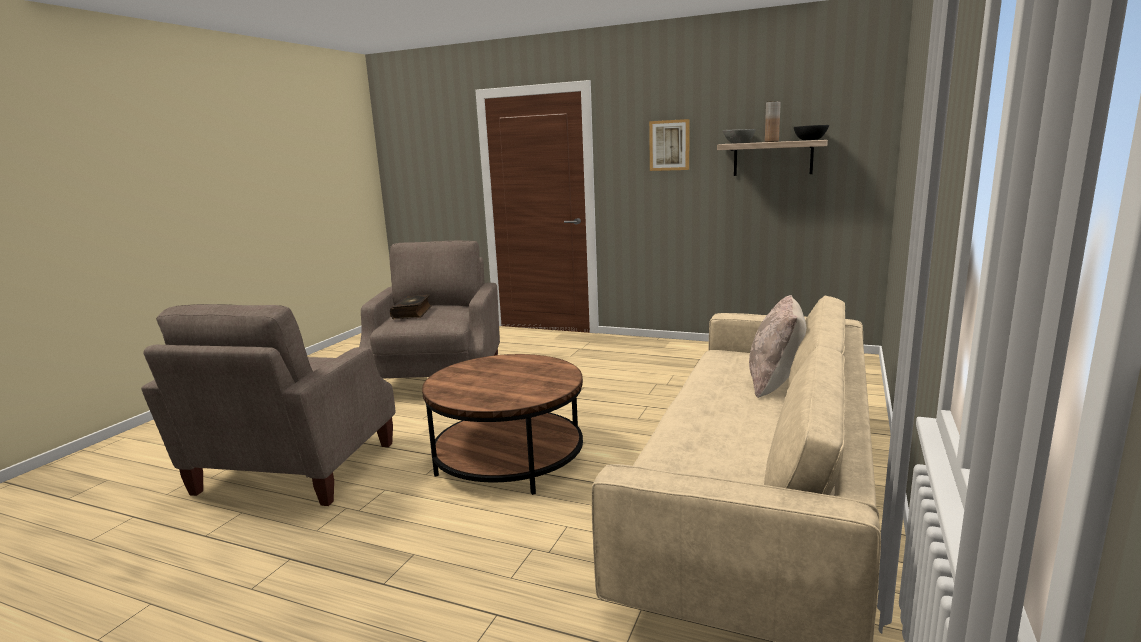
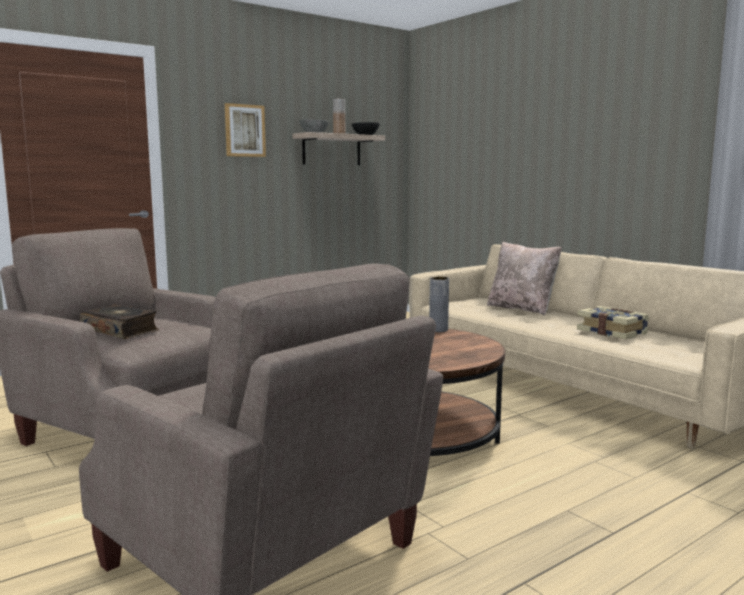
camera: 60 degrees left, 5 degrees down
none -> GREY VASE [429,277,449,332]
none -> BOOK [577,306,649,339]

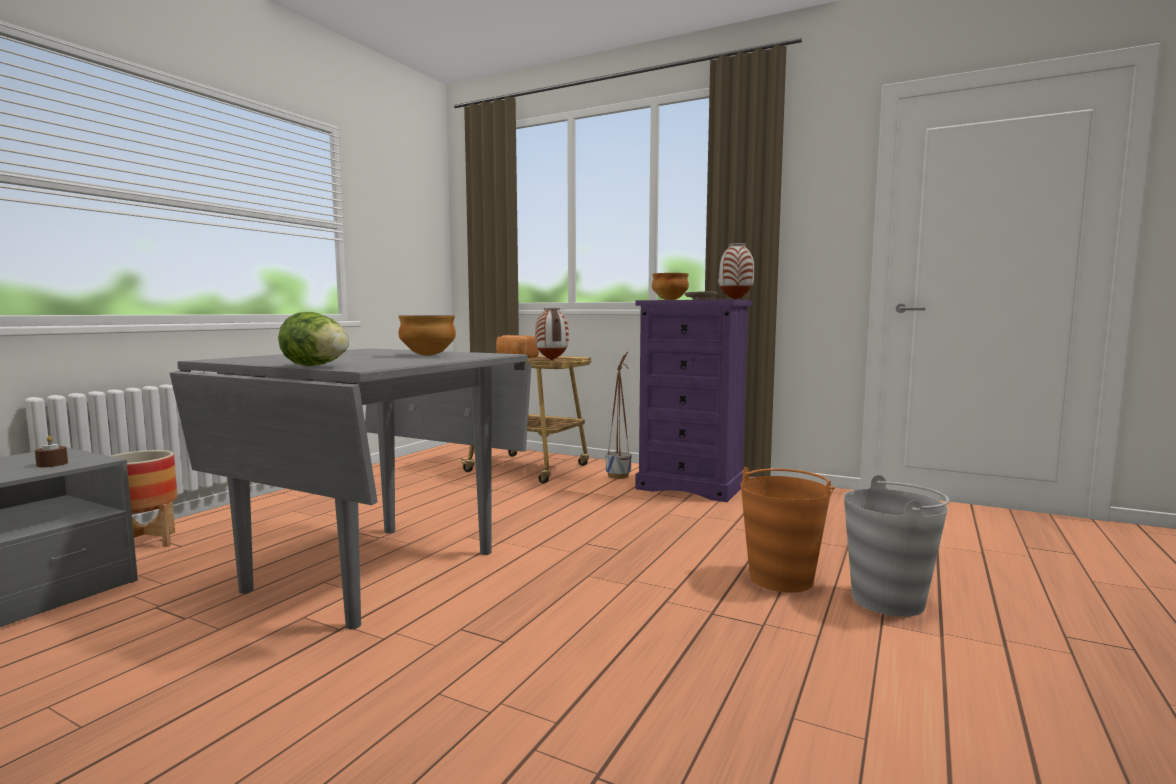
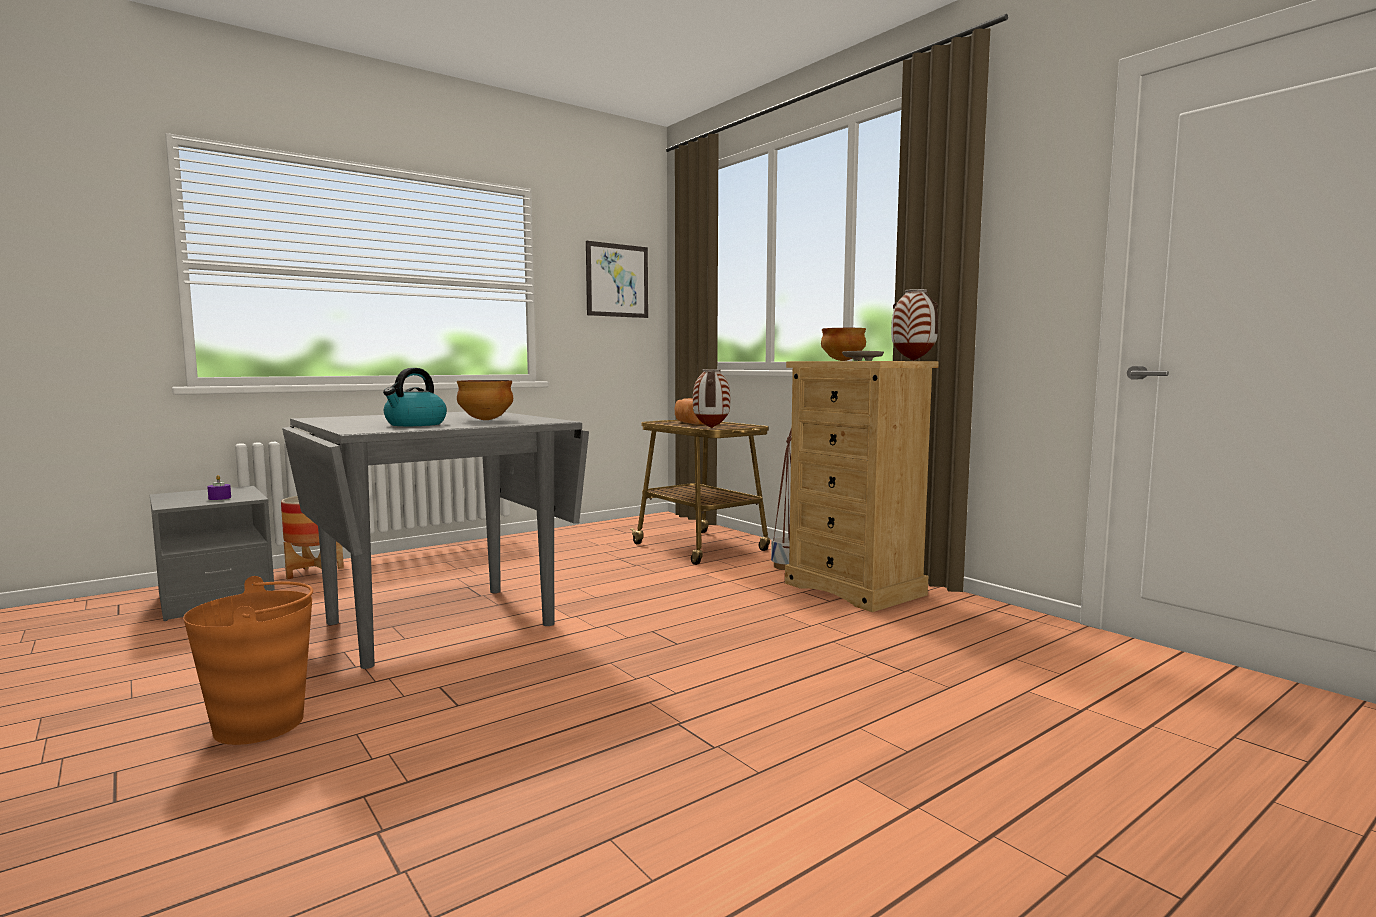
camera: 25 degrees right, 0 degrees up
ORANGE BUCKET [741,467,835,593] -> ORANGE BUCKET [183,576,313,745], moved
BROWN CANDLE [35,436,68,467] -> PURPLE CANDLE [207,475,231,500]
none -> KETTLE [383,368,447,426]
none -> PICTURE [586,241,648,318]
PURPLE DRESSER [635,299,752,502] -> BEIGE DRESSER [785,361,939,612]
LETTUCE [278,312,349,366] -> none
GREY BUCKET [844,475,949,617] -> none

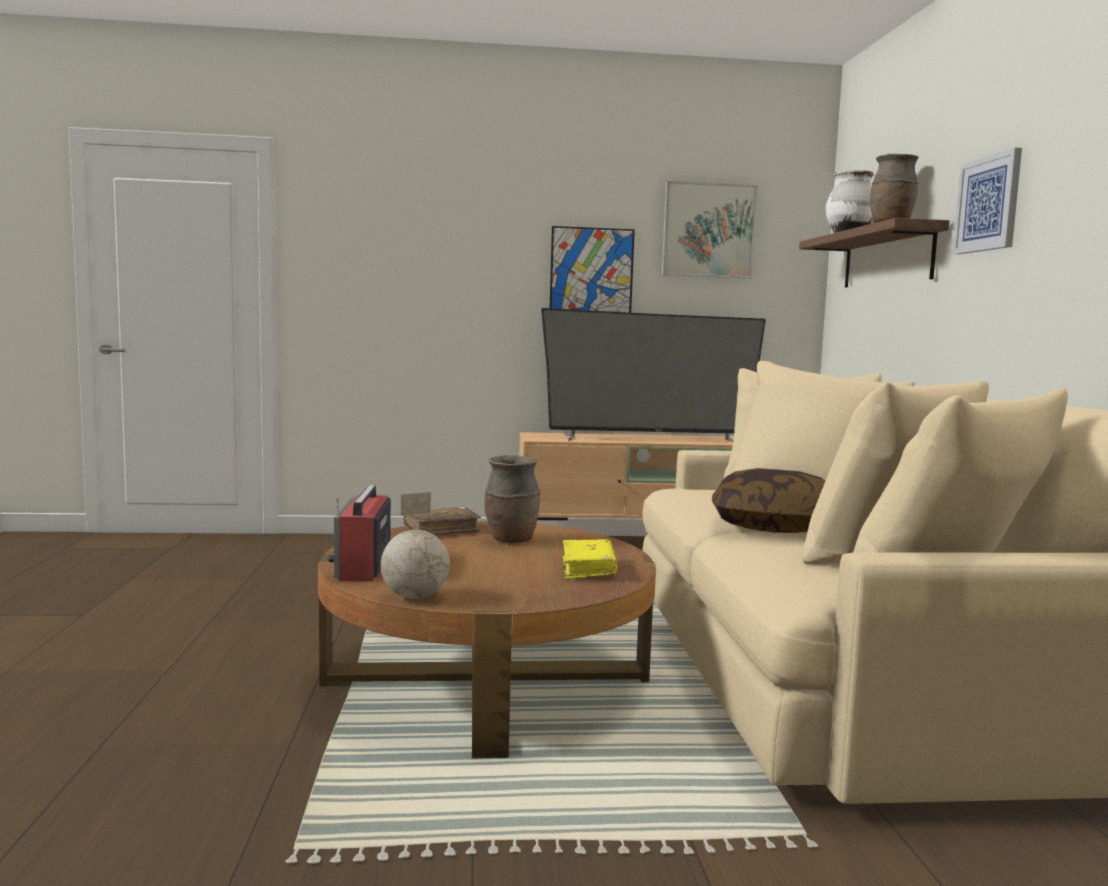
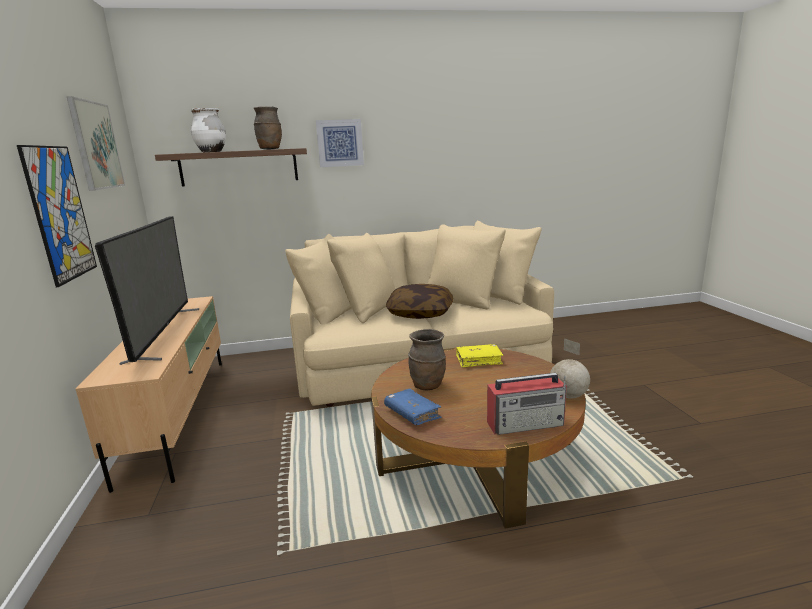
camera: 95 degrees left, 10 degrees up
BROWN BOOK [403,507,481,536] -> BLUE BOOK [384,389,441,425]

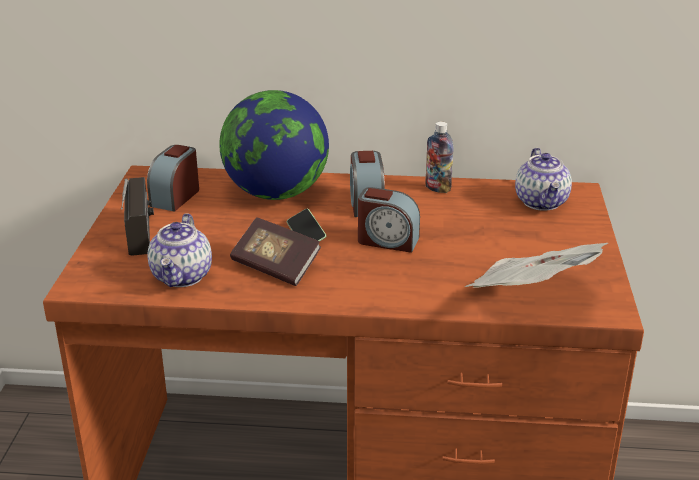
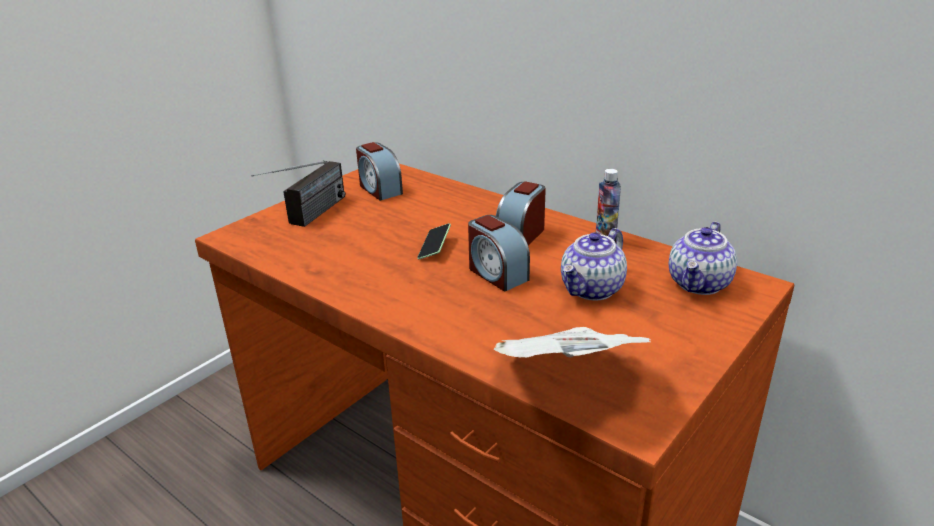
camera: 35 degrees right, 0 degrees up
ALARM CLOCK [147,145,199,212] -> ALARM CLOCK [356,142,403,201], 90 degrees counterclockwise
TEAPOT [147,213,212,287] -> TEAPOT [561,228,627,301], moved
GLOBE [219,90,329,200] -> none
BOOK [230,217,321,286] -> none

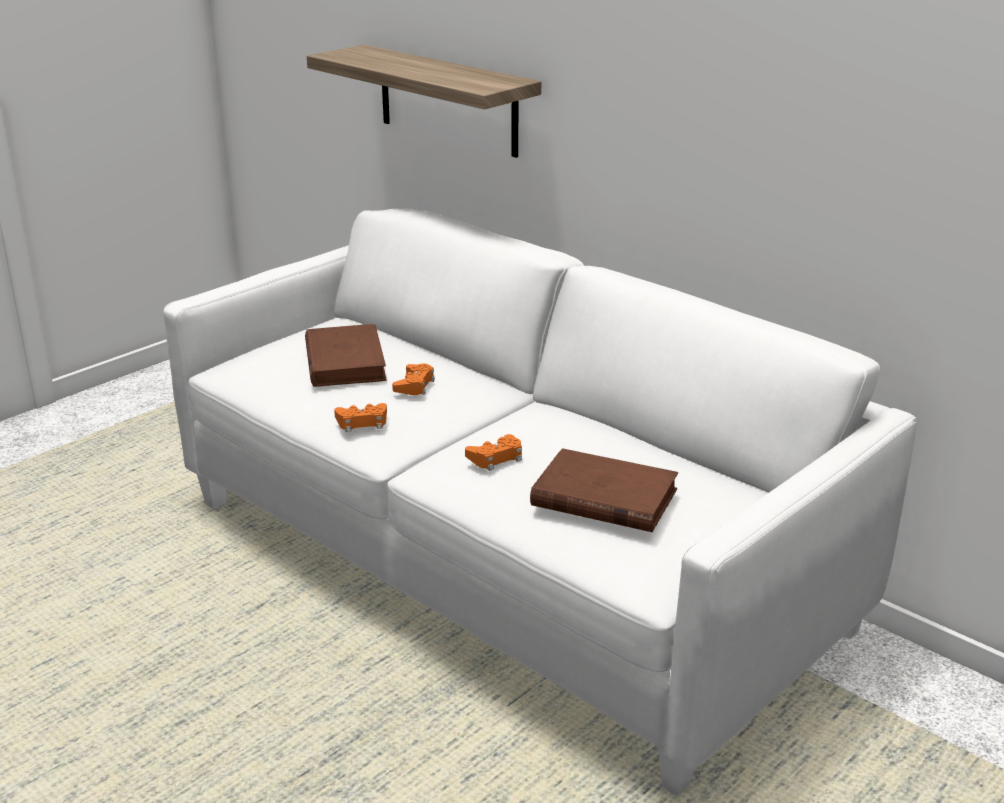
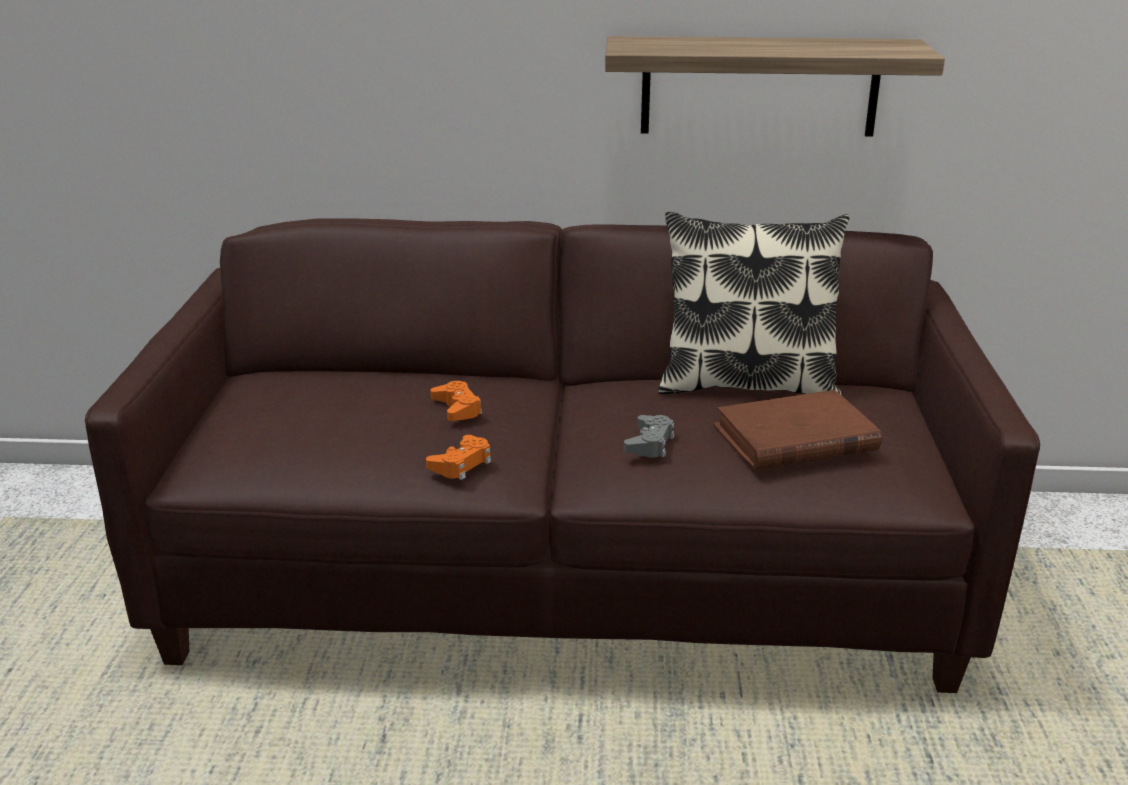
camera: 40 degrees left, 0 degrees up
WHITE SOFA [163,208,917,797] -> BROWN SOFA [85,218,1040,693]
SHELF [307,44,541,158] -> SHELF [605,36,945,137], moved
ORANGE GAME CONTROLLER [465,434,522,471] -> GREY GAME CONTROLLER [624,415,674,458]
none -> PILLOW [658,212,850,395]
BROWN BOOK [305,324,387,387] -> none

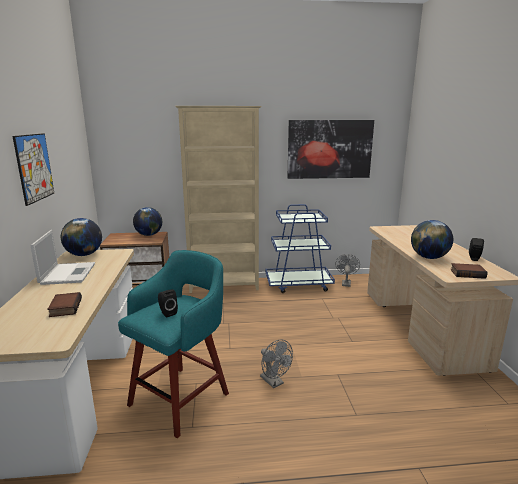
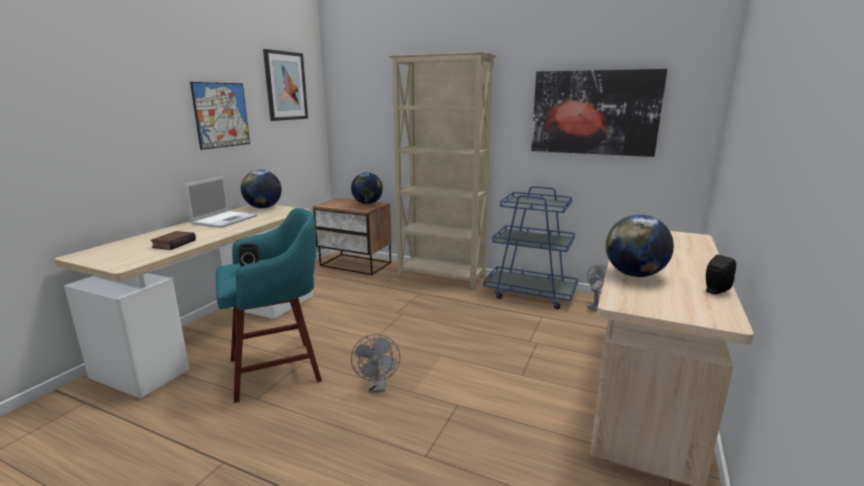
camera: 30 degrees right, 0 degrees up
none -> PICTURE [263,49,308,121]
BOOK [450,263,487,279] -> none

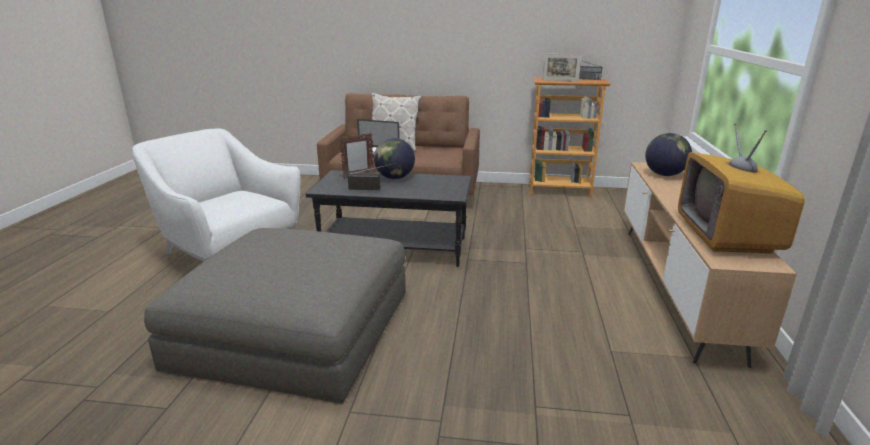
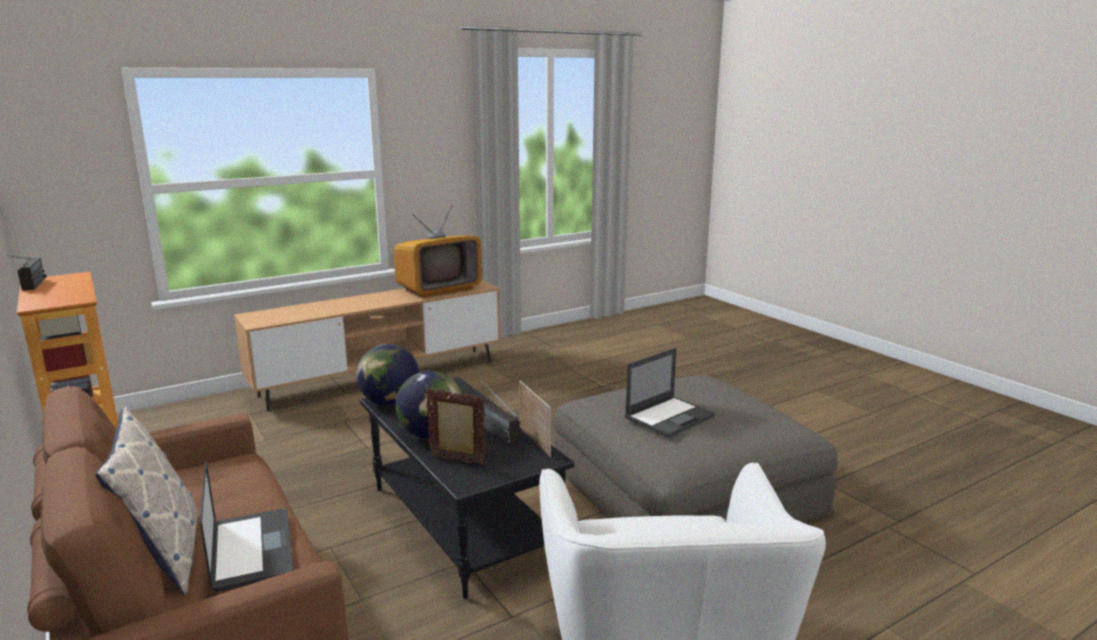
camera: 130 degrees left, 5 degrees down
GLOBE [645,133,692,176] -> GLOBE [356,344,419,406], moved
PICTURE FRAME [543,54,582,81] -> PICTURE FRAME [519,381,551,457], moved
none -> LAPTOP [625,348,715,438]

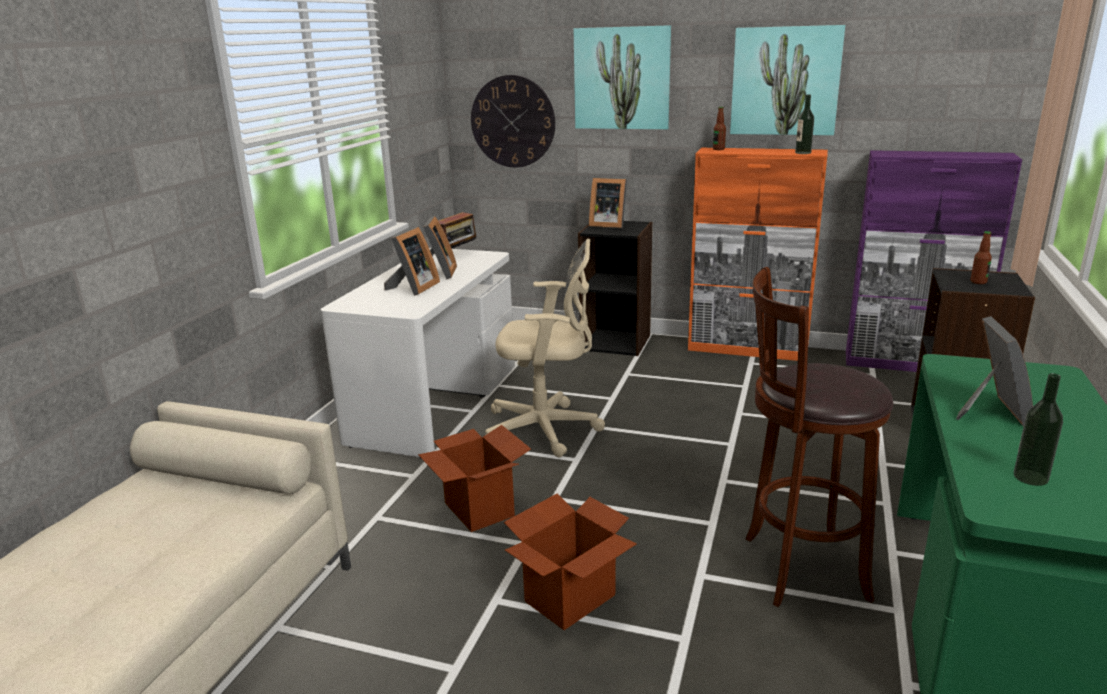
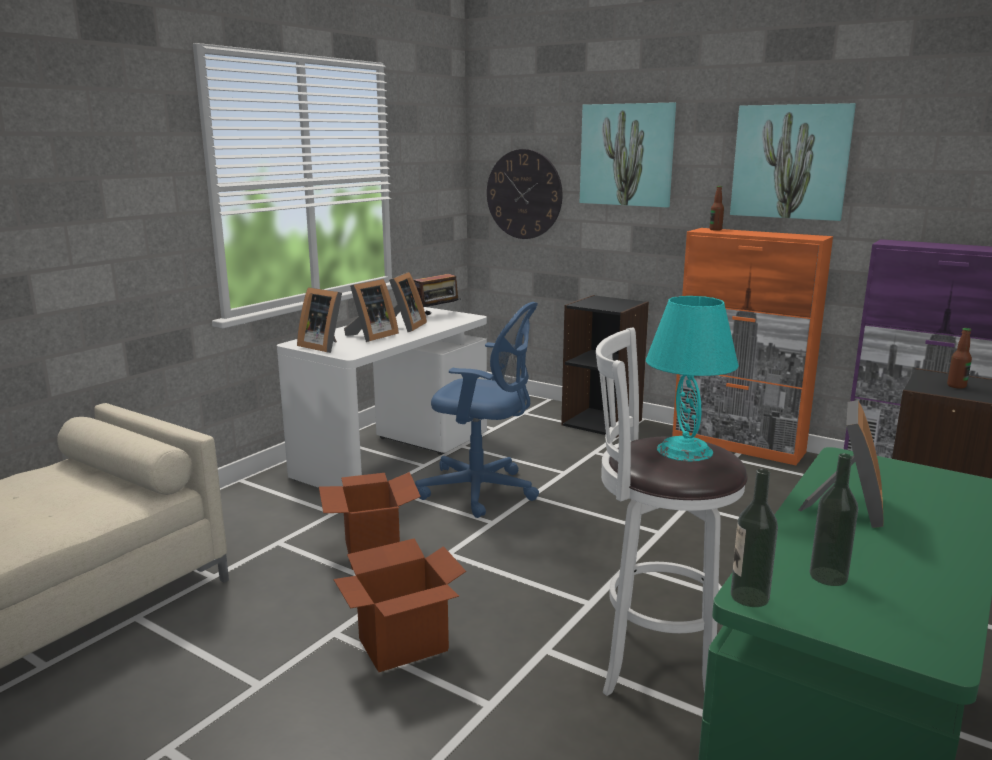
camera: 15 degrees right, 5 degrees down
PICTURE FRAME [589,178,627,228] -> PICTURE FRAME [297,287,342,353], moved
BEIGE OFFICE CHAIR [485,239,605,458] -> BLUE OFFICE CHAIR [415,302,539,518]
BROWN STOOL [745,267,893,607] -> WHITE STOOL [596,328,748,696]
none -> TURQUOISE TABLE LAMP [646,296,739,462]
BOTTLE [795,95,814,154] -> BOTTLE [731,469,778,607], moved

